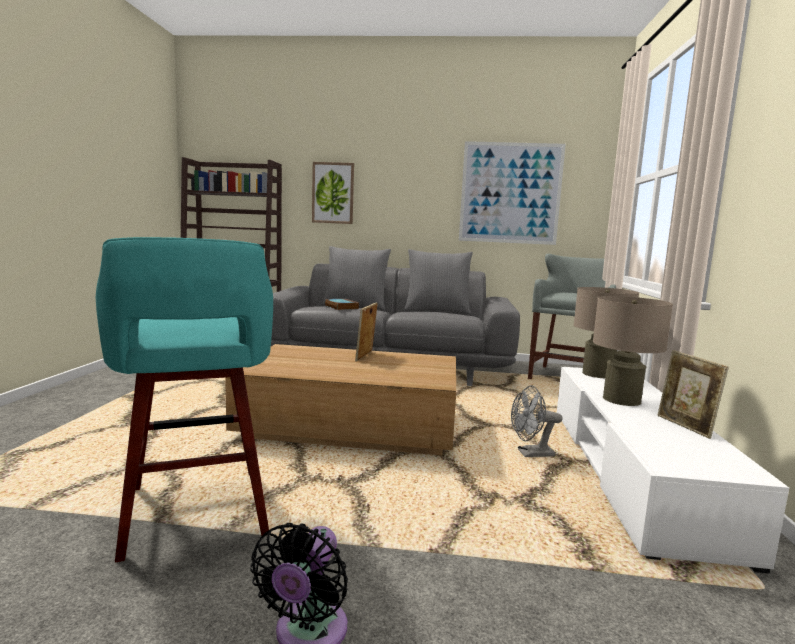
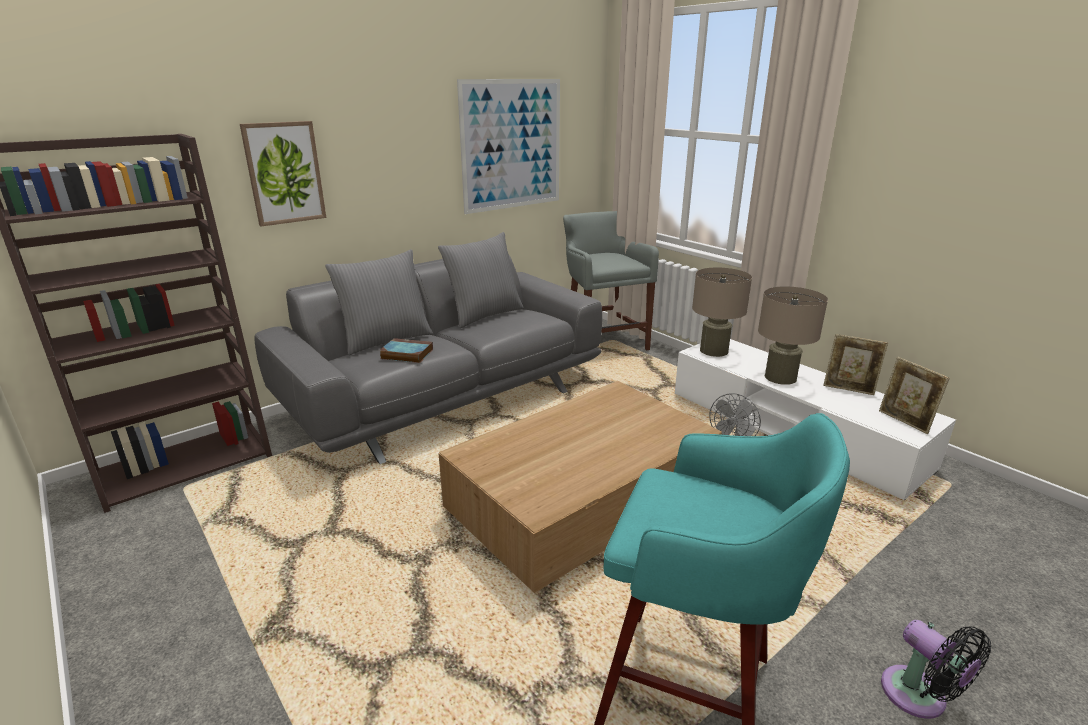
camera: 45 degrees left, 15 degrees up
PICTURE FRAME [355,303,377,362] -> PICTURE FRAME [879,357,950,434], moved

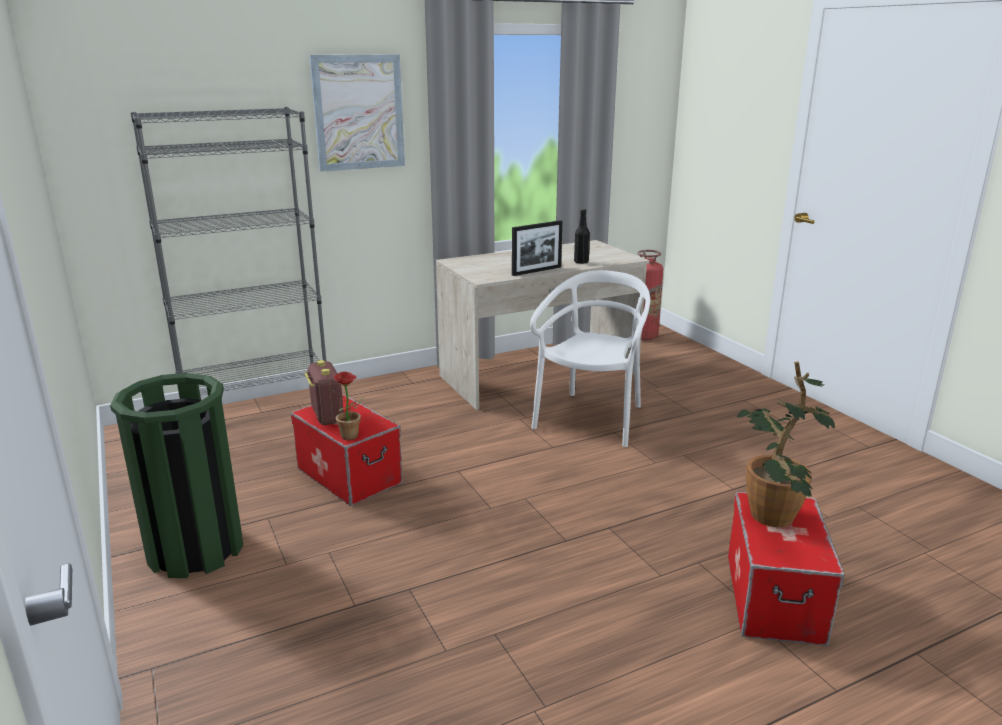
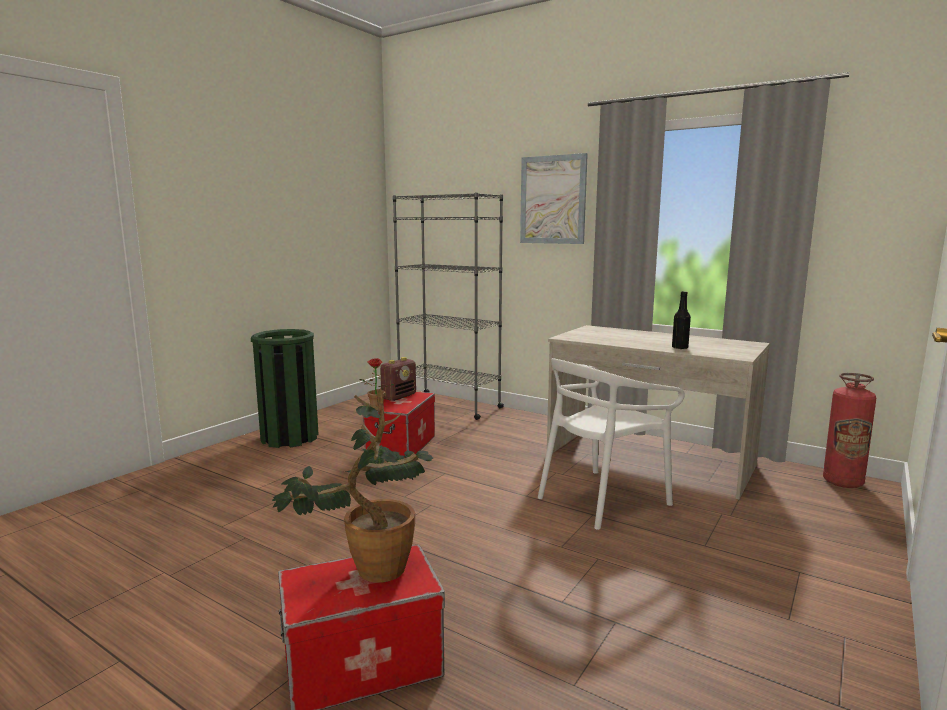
camera: 60 degrees right, 10 degrees down
WHITE CHAIR [530,270,650,447] -> WHITE CHAIR [538,358,685,530], 150 degrees clockwise
PICTURE FRAME [512,220,562,276] -> none

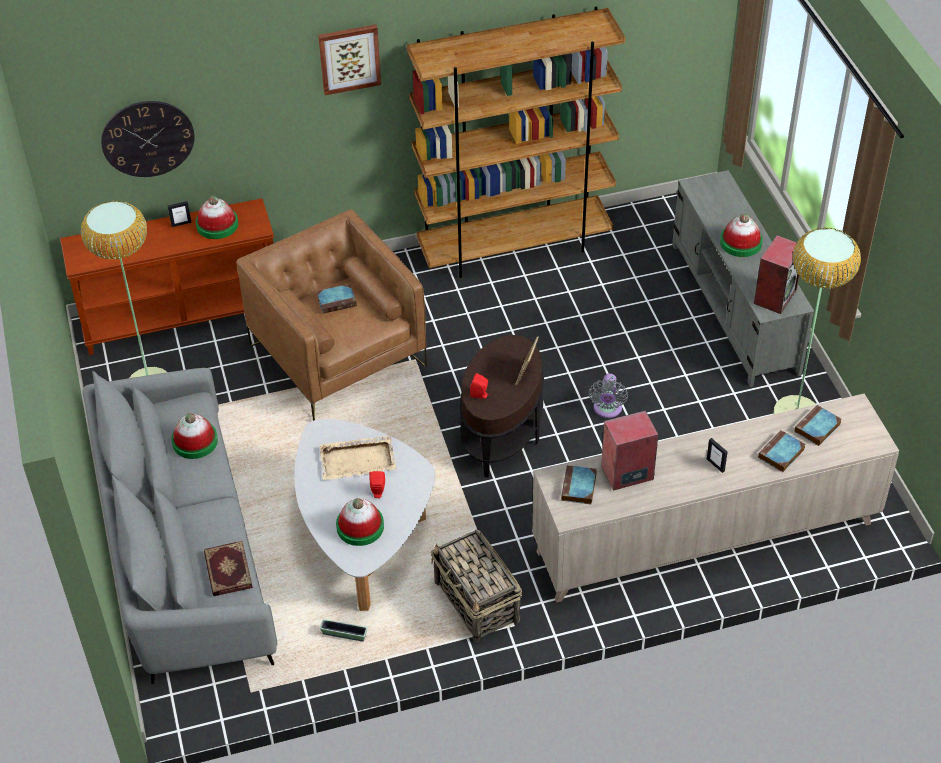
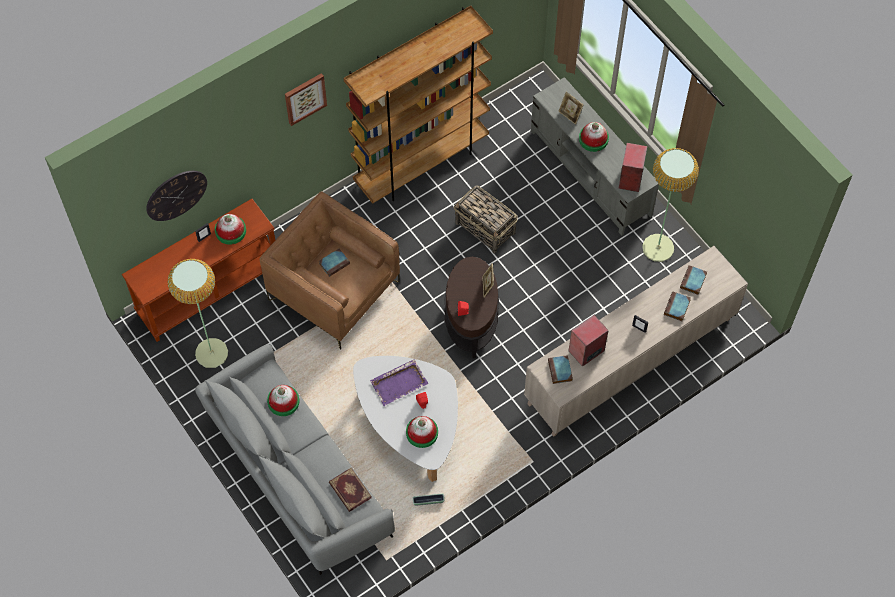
camera: 20 degrees left, 15 degrees up
BEIGE TRAY [319,436,396,481] -> PURPLE TRAY [370,359,428,406]
BASKET [430,530,522,642] -> BASKET [454,185,518,253], moved
none -> PICTURE FRAME [558,92,583,125]
GREY FAN [589,373,628,418] -> none

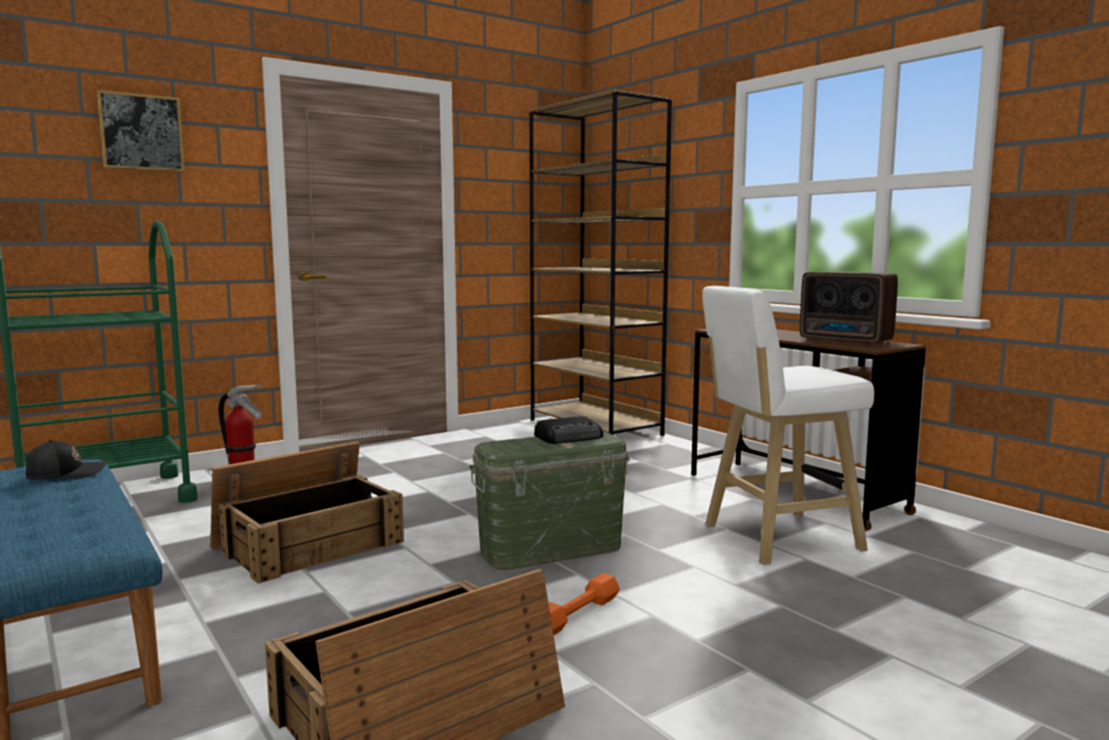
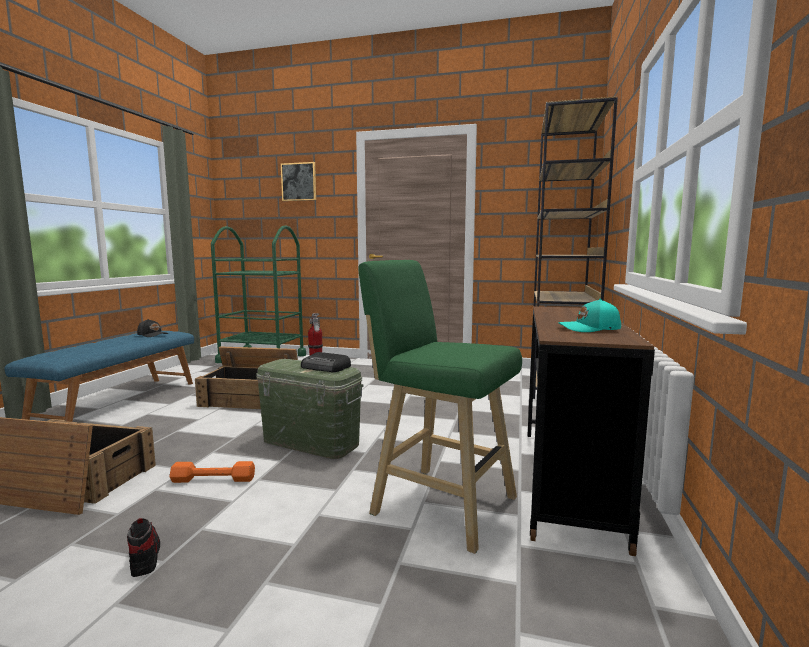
camera: 50 degrees right, 0 degrees up
none -> SHOE [127,518,160,577]
WHITE STOOL [702,286,874,565] -> GREEN STOOL [358,260,522,554]
RADIO [800,272,898,344] -> TURQUOISE CAP [558,299,621,332]

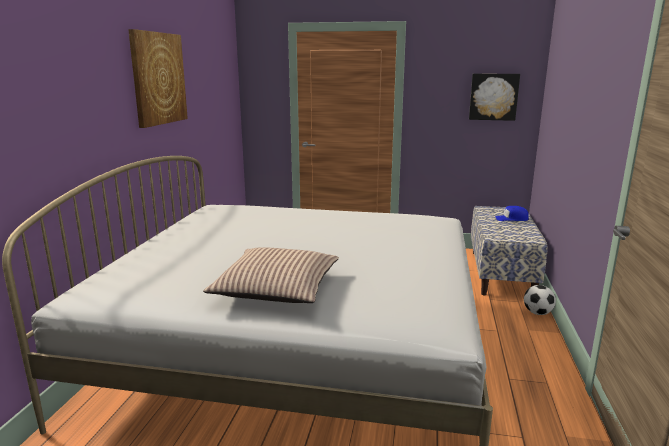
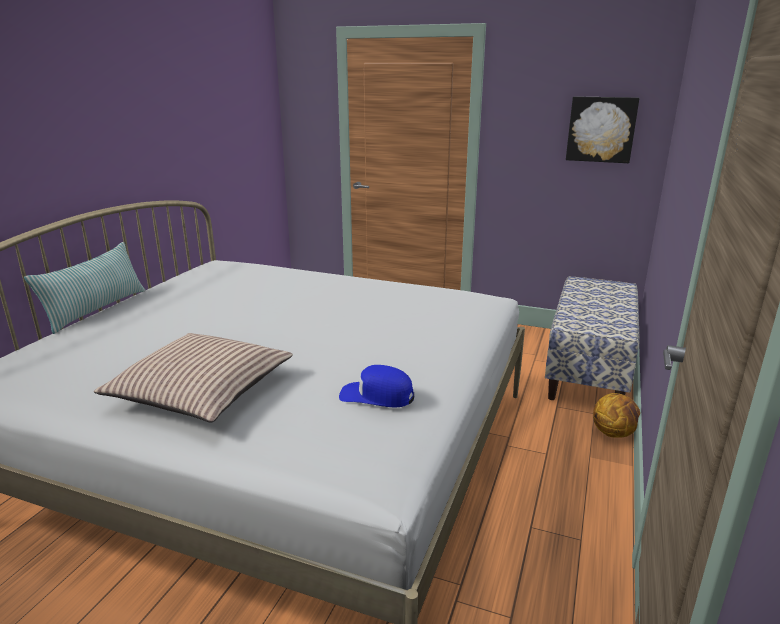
camera: 10 degrees right, 5 degrees up
none -> PILLOW [24,242,145,334]
BLUE CAP [495,206,529,221] -> BLUE CAP [339,365,414,407], moved
FOOTBALL [524,285,556,315] -> BASKETBALL [593,393,640,438]
PICTURE [128,29,188,128] -> none

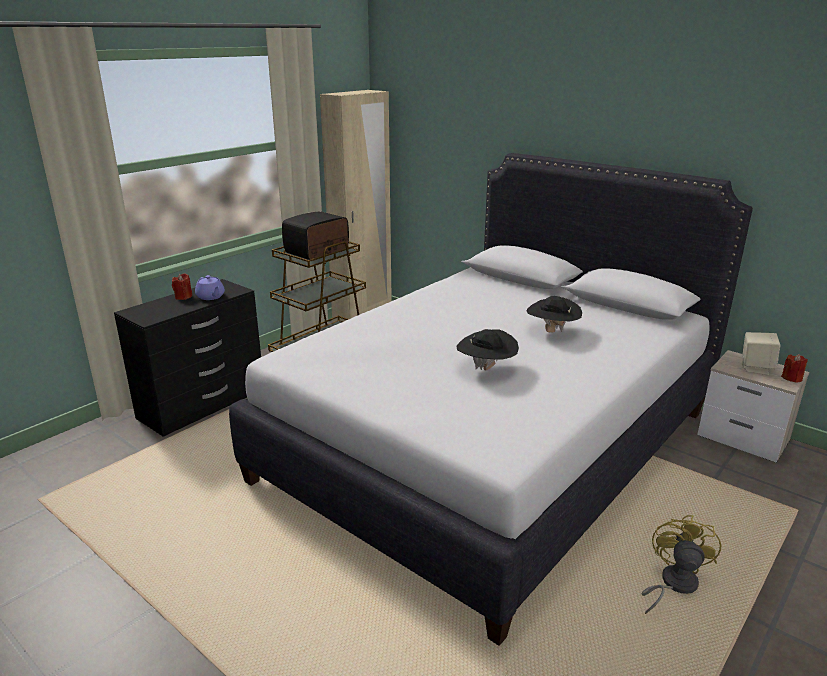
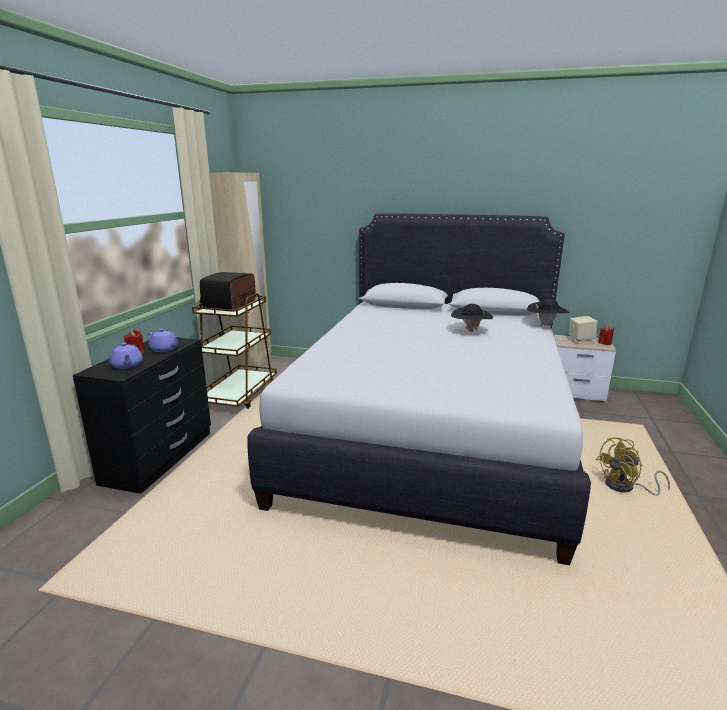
camera: 25 degrees left, 5 degrees down
none -> PURPLE TEAPOT [109,343,143,369]
BLACK HAT [457,329,519,370] -> BLACK HAT [527,299,570,326], moved
YELLOW FAN [642,515,721,614] -> YELLOW FAN [596,437,670,495], 105 degrees counterclockwise

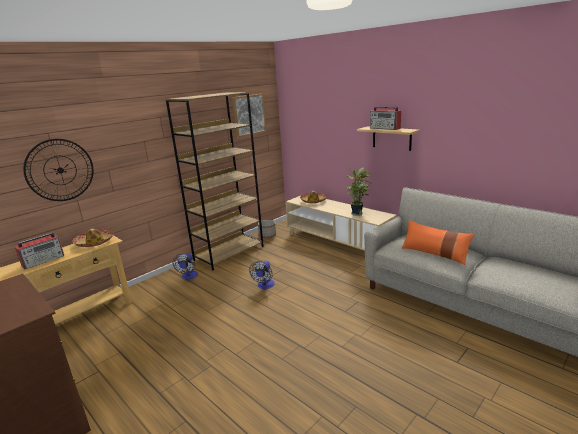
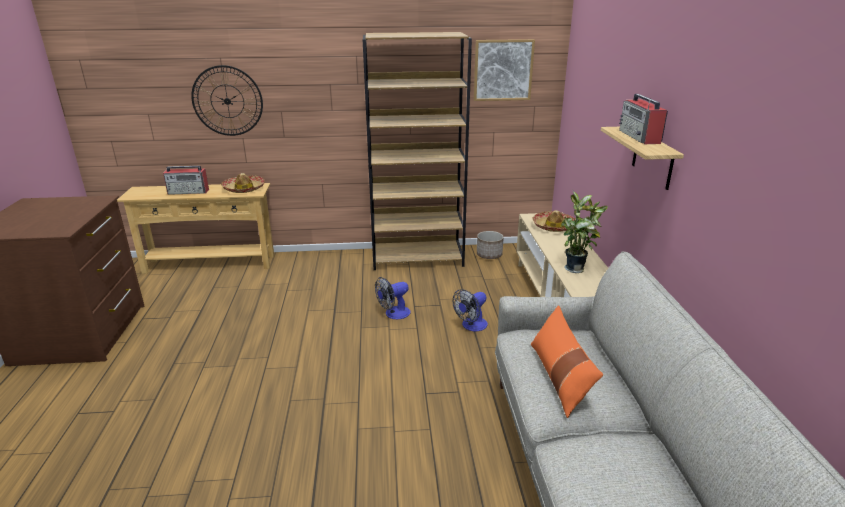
camera: 40 degrees right, 5 degrees up
FAN [173,253,198,280] -> FAN [453,289,488,331], moved

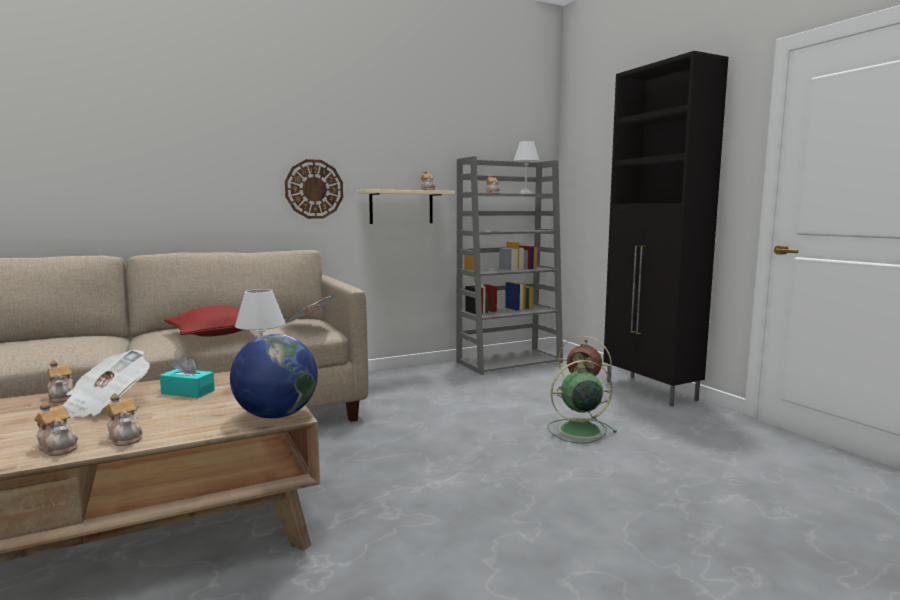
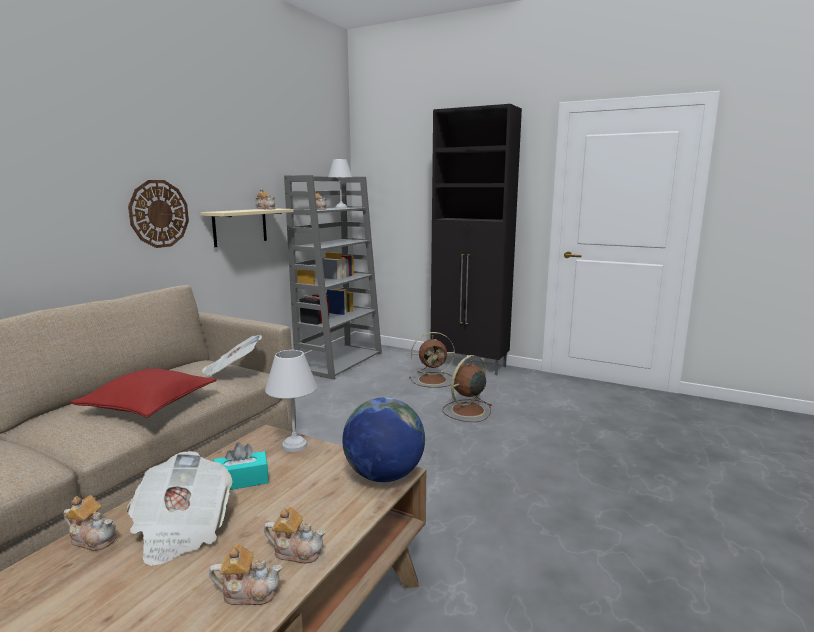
camera: 35 degrees left, 5 degrees up
GREEN FAN [547,360,616,444] -> BROWN FAN [442,355,492,422]

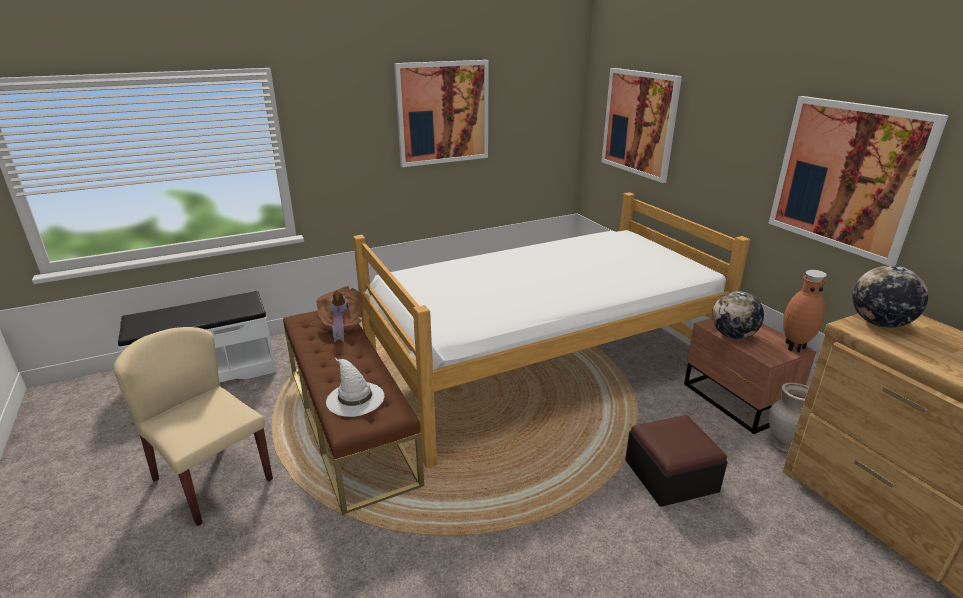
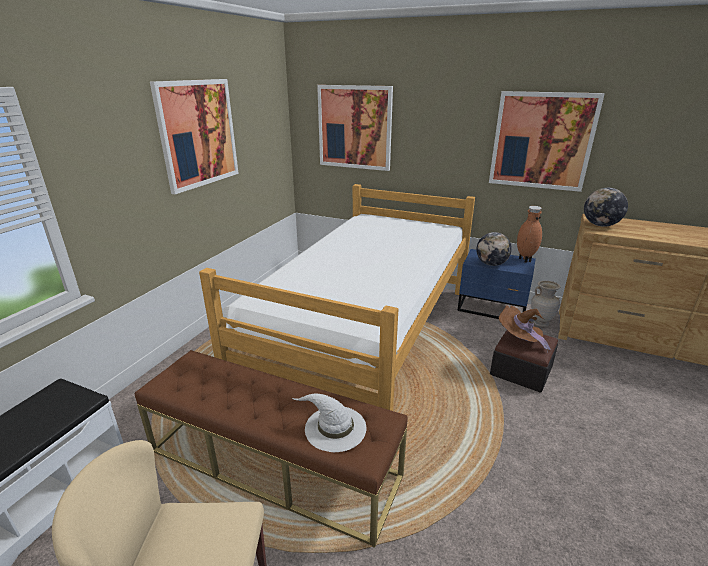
camera: 40 degrees left, 0 degrees up
BROWN NIGHTSTAND [684,318,817,434] -> BLUE NIGHTSTAND [457,249,536,319]
BROWN HAT [317,286,364,343] -> BROWN HAT [499,305,551,353], moved

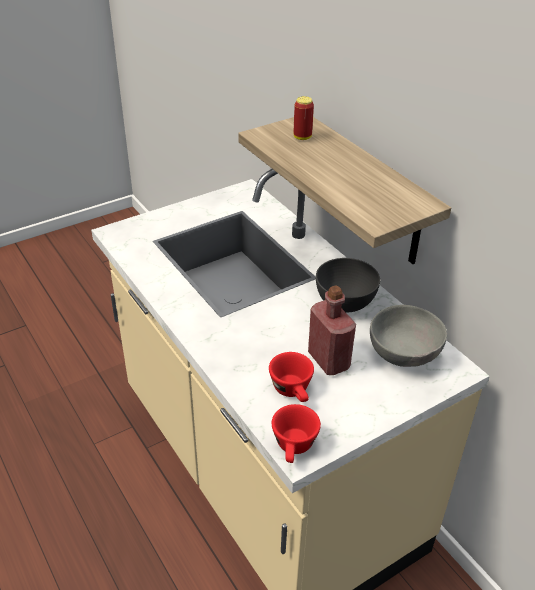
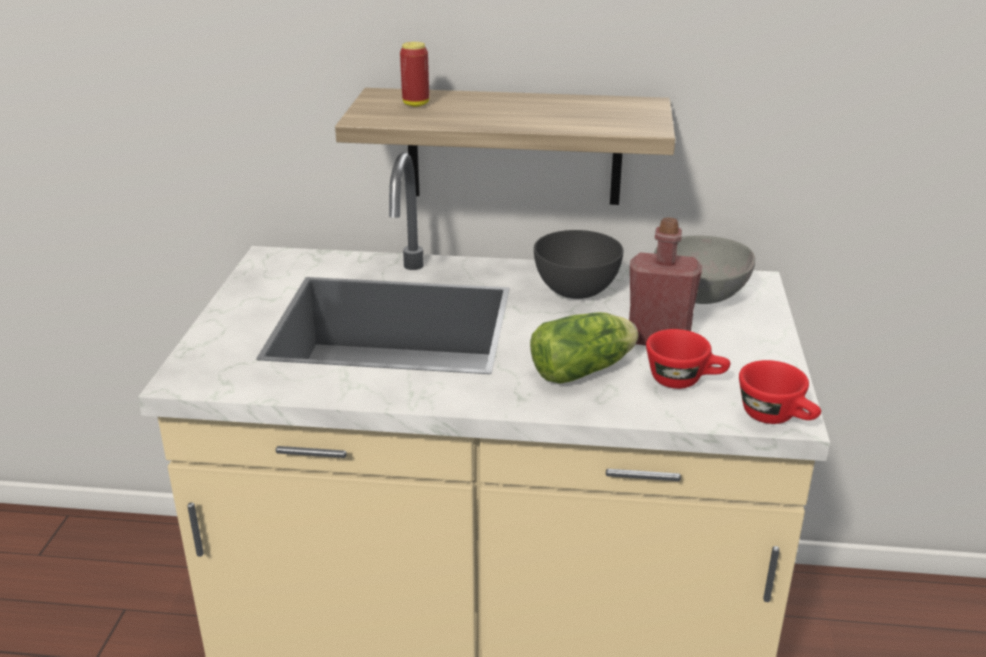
camera: 50 degrees left, 10 degrees down
none -> LETTUCE [530,312,638,384]

